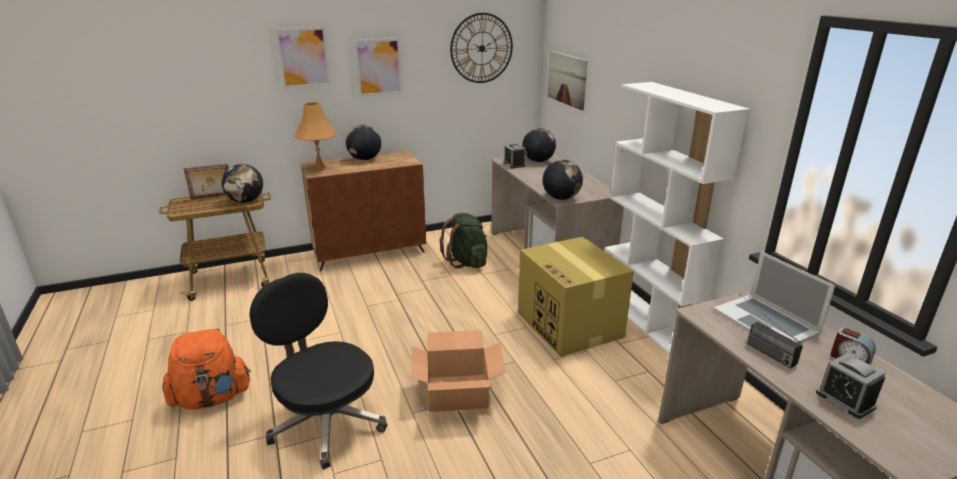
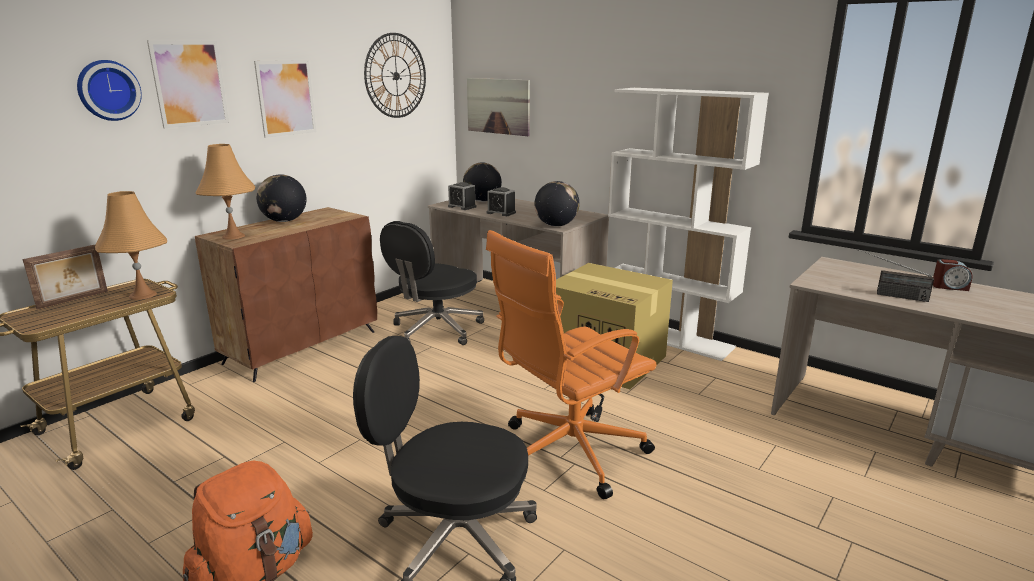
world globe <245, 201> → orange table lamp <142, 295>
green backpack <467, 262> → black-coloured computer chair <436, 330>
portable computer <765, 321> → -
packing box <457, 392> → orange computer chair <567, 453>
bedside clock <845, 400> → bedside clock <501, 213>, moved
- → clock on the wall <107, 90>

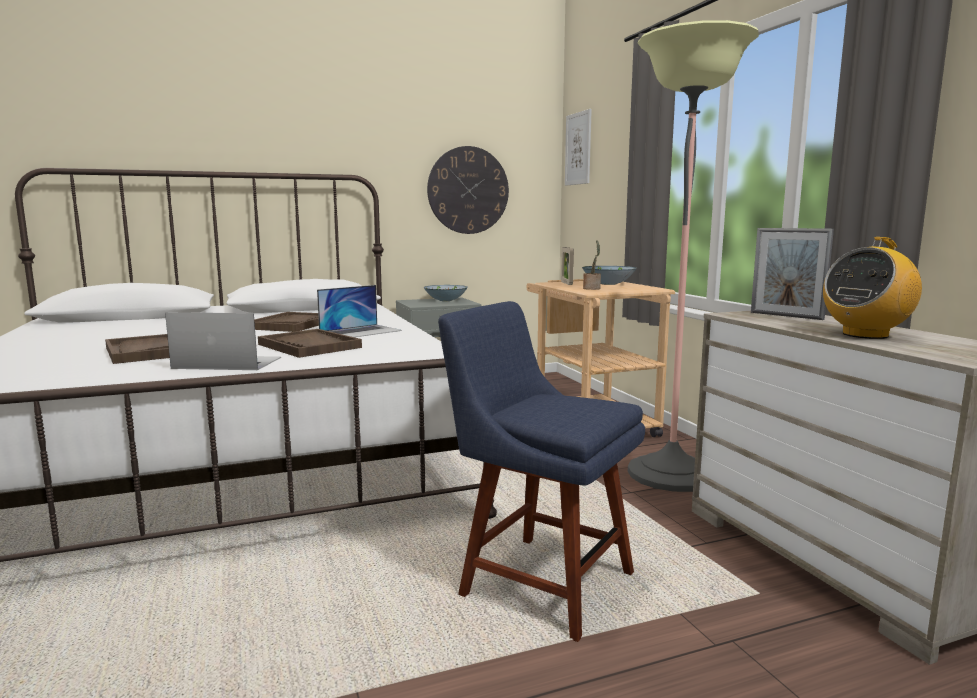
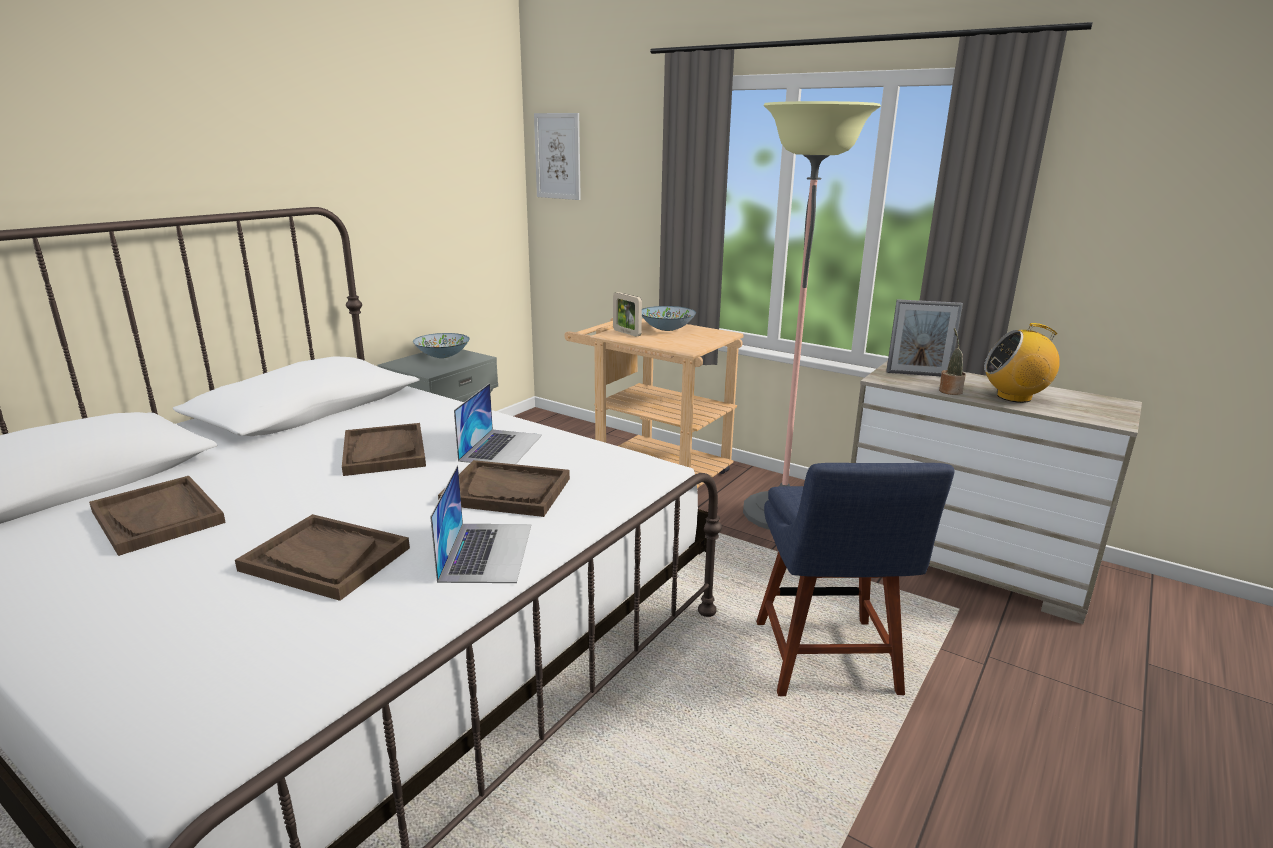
clock on the wall <468, 190> → -
radio set <865, 335> → radio set <1014, 397>, 75 degrees clockwise
potted plant <592, 288> → potted plant <949, 391>, moved
bluish plain chair <540, 581> → bluish plain chair <827, 662>, 90 degrees counterclockwise
portable computer <227, 363> → portable computer <486, 551>, 120 degrees clockwise
- → brown serving tray <158, 517>

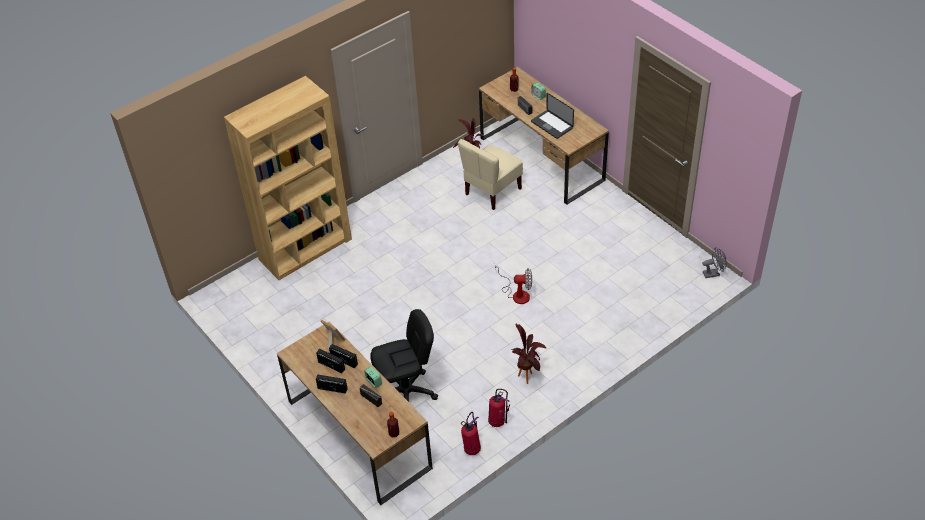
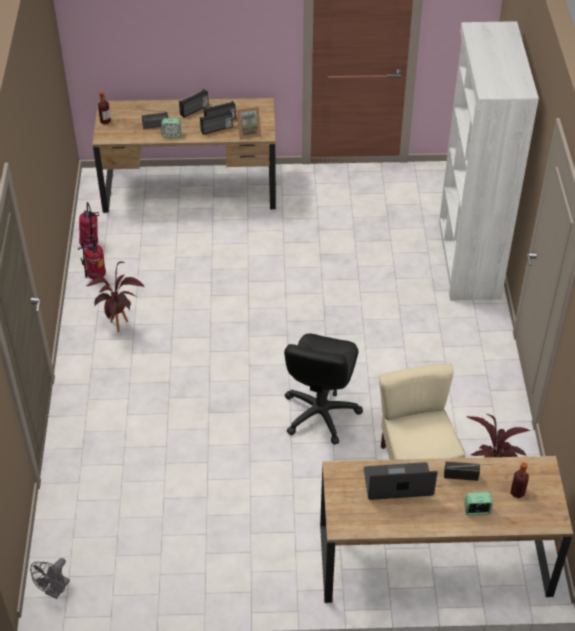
brown bookshelf <306, 249> → white bookshelf <468, 259>
cooling fan <517, 293> → -
black-coloured computer chair <406, 393> → black-coloured computer chair <320, 413>, moved

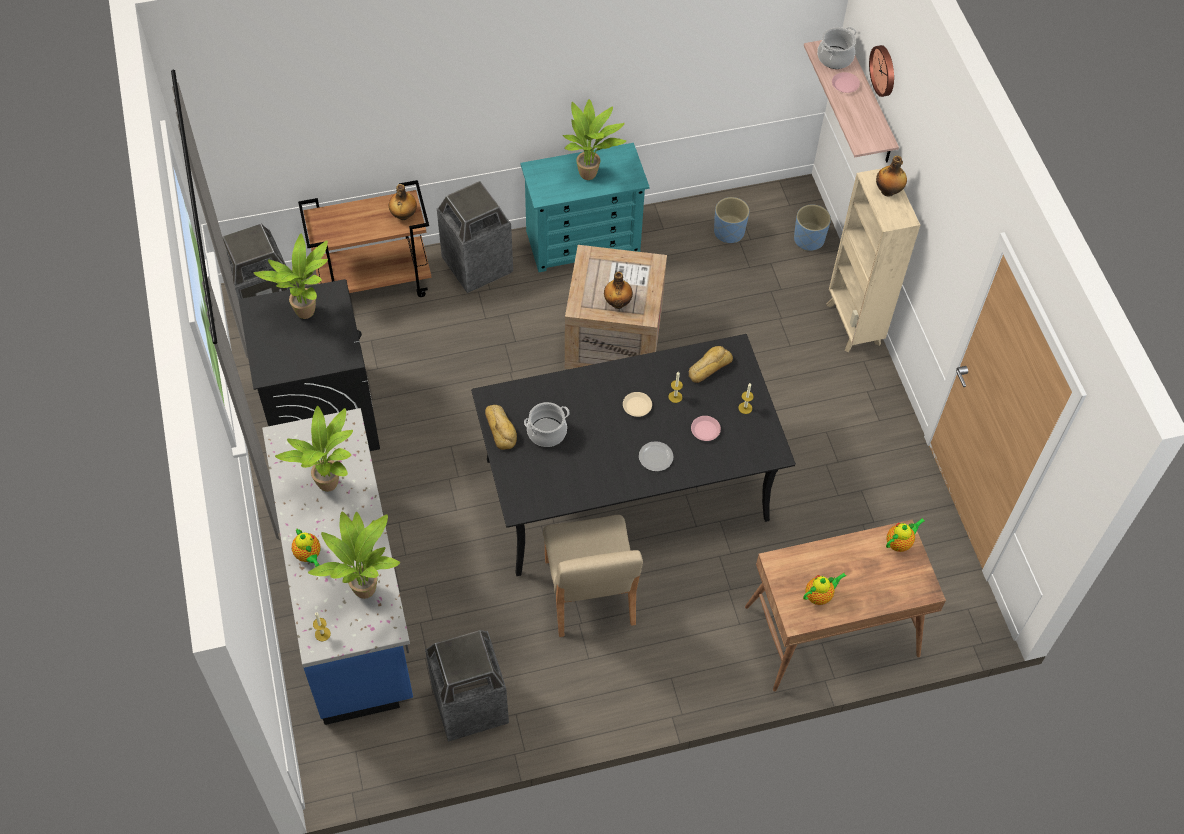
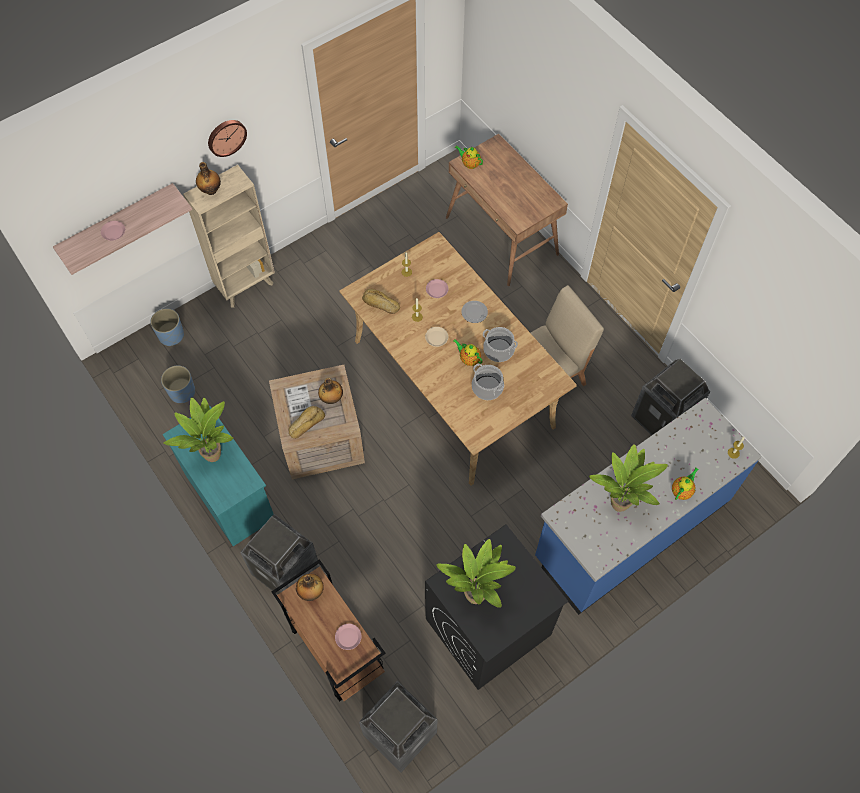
saucepot <835, 58> → saucepot <499, 350>, moved
clock on the wall <884, 70> → clock on the wall <226, 137>, moved
black-coloured kitchen table <626, 488> → beige kitchen table <452, 383>
bakery bread <501, 429> → bakery bread <306, 423>, moved
potted plant <364, 587> → -
teapot <820, 595> → teapot <468, 359>, moved
- → pink plate <348, 637>

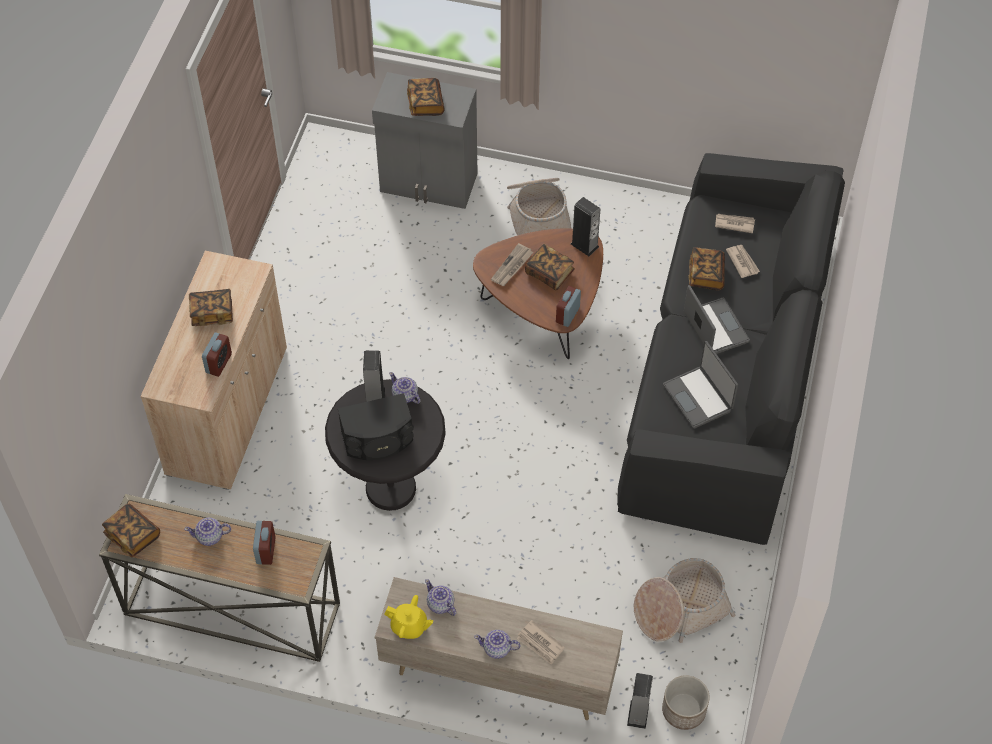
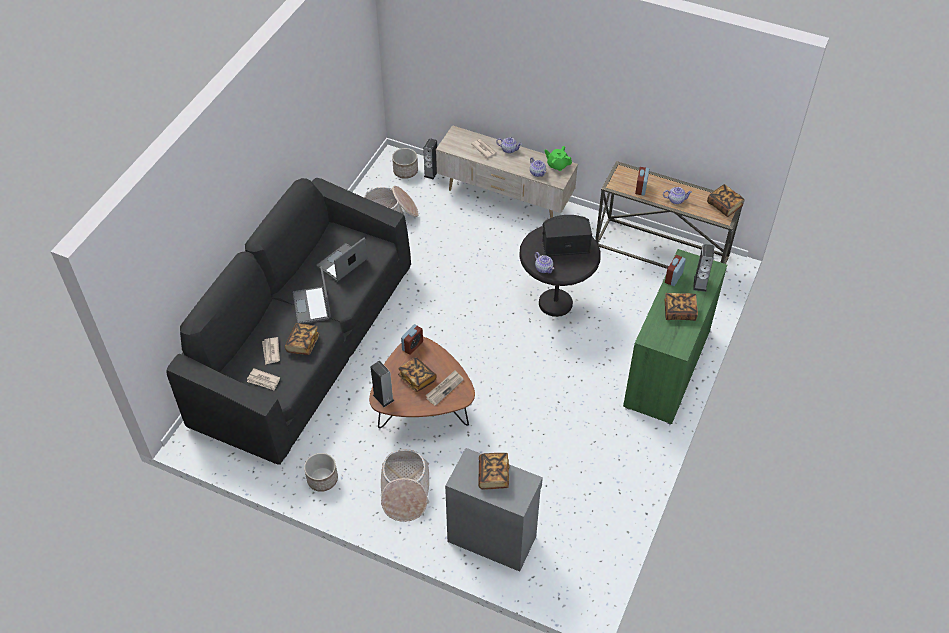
beige storage cabinet <228, 411> → green storage cabinet <667, 368>
portable computer <698, 397> → portable computer <342, 264>, 120 degrees counterclockwise
speaker <375, 398> → speaker <700, 283>, moved
yellow teapot <409, 626> → green teapot <557, 165>
- → planter <322, 479>

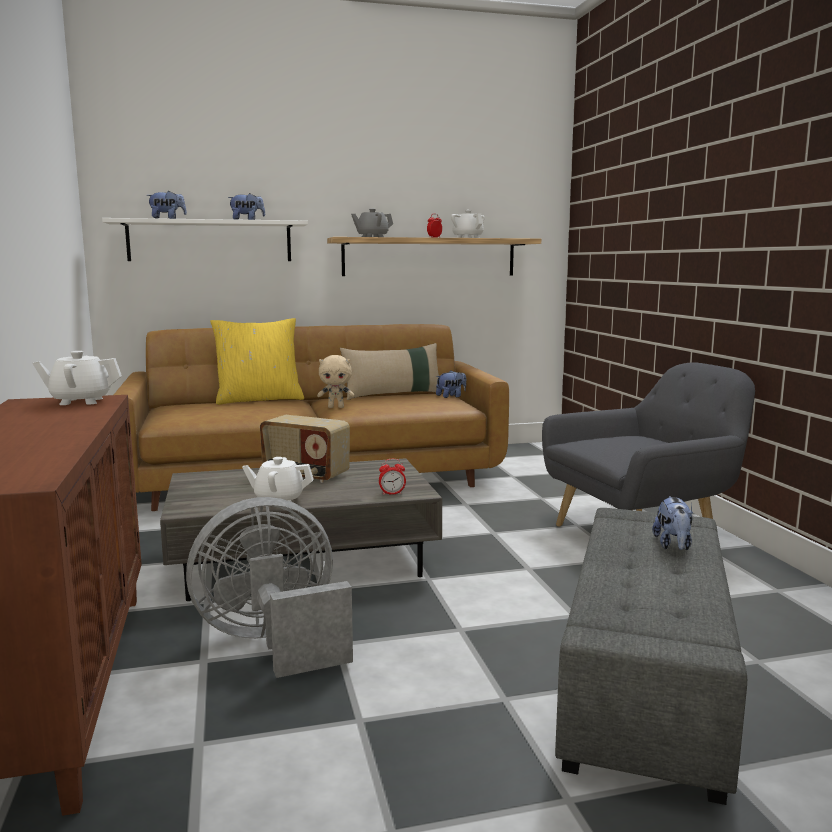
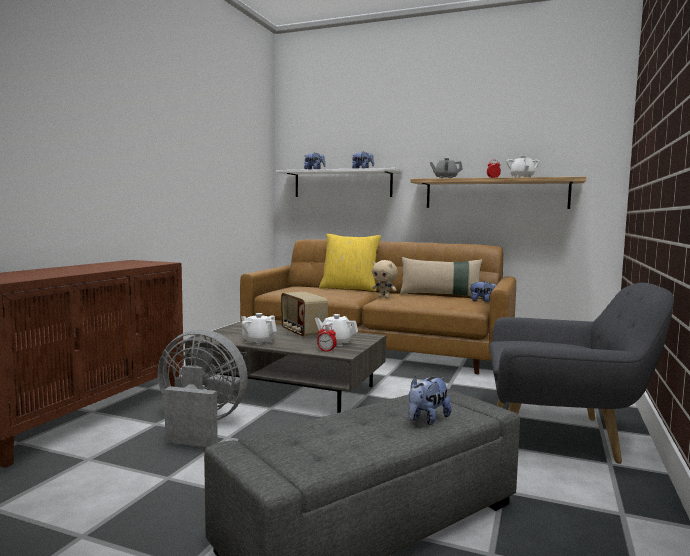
white teapot <80, 401> → white teapot <336, 343>, moved

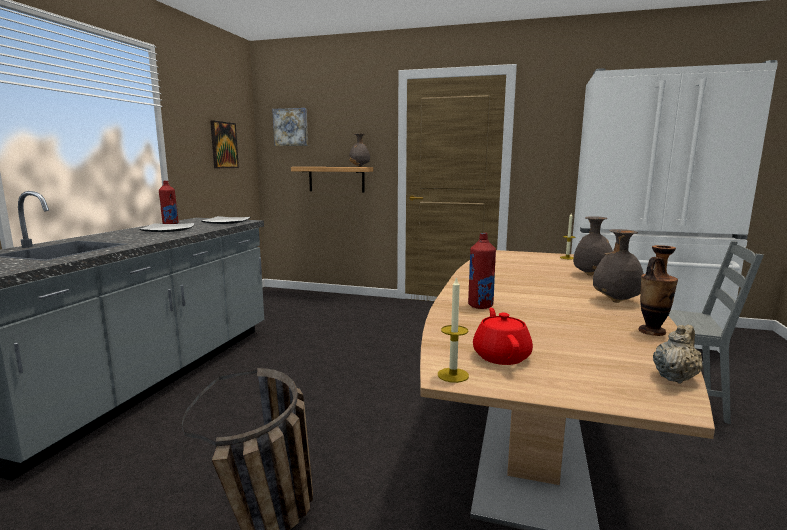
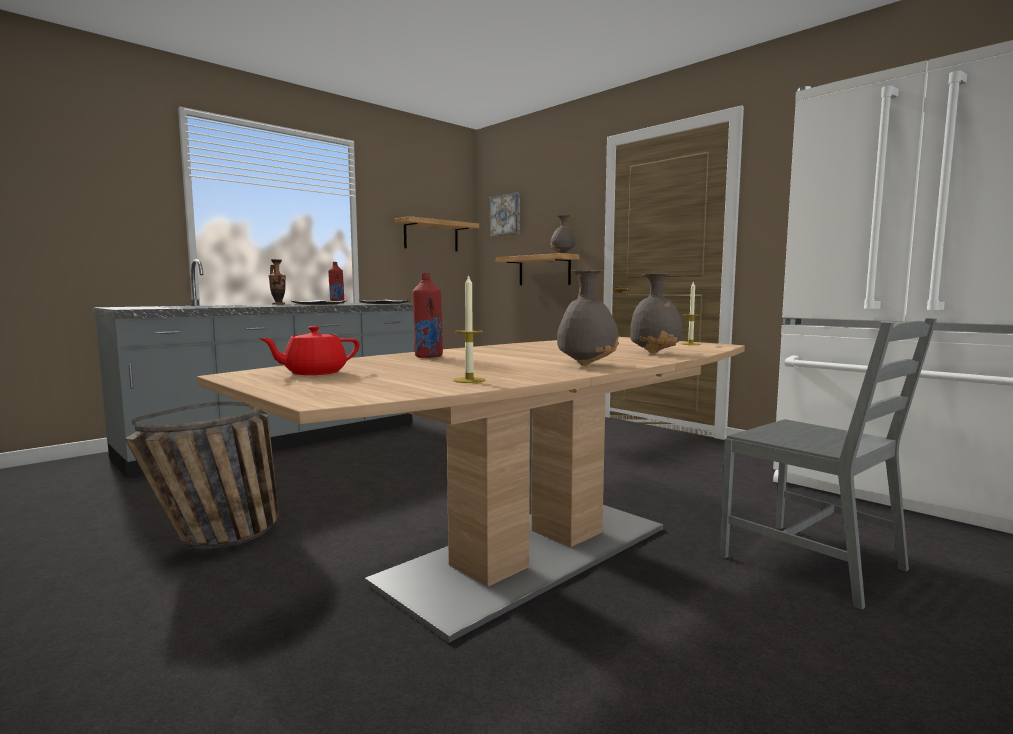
picture <223, 145> → bracket shelf <431, 236>
flower vase <652, 331> → flower vase <278, 304>, moved
candle <453, 375> → candle <469, 380>, moved
red-coloured teapot <501, 356> → red-coloured teapot <314, 373>, 150 degrees counterclockwise
beige teapot <675, 377> → -

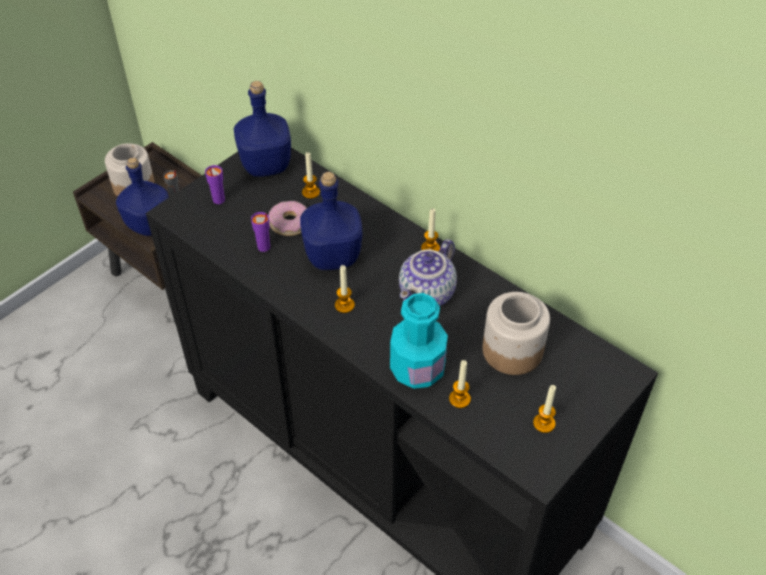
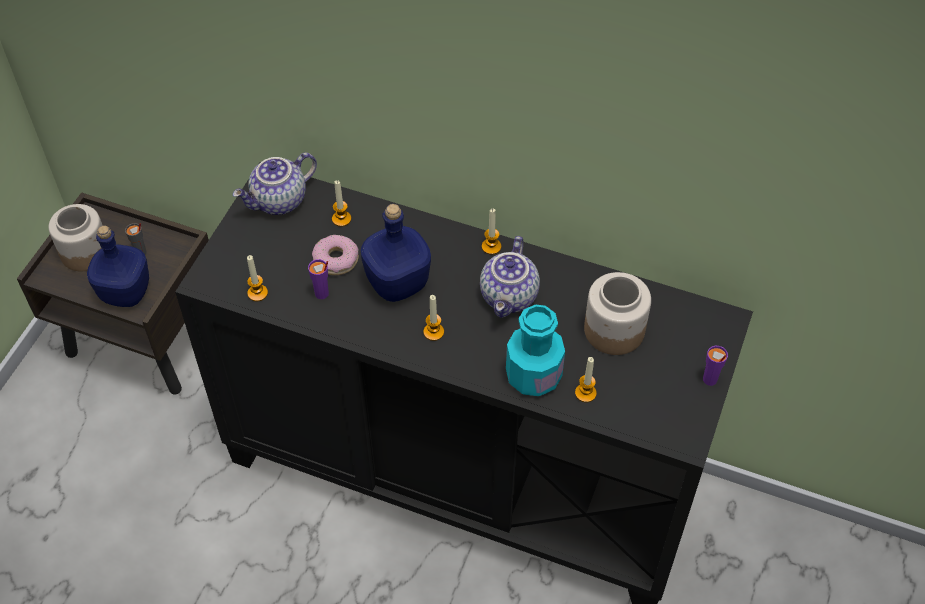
bluish drink bottle <266, 166> → teapot <279, 202>
purplish drinking cup <218, 200> → purplish drinking cup <709, 380>, moved
candle <544, 423> → candle <257, 293>, moved

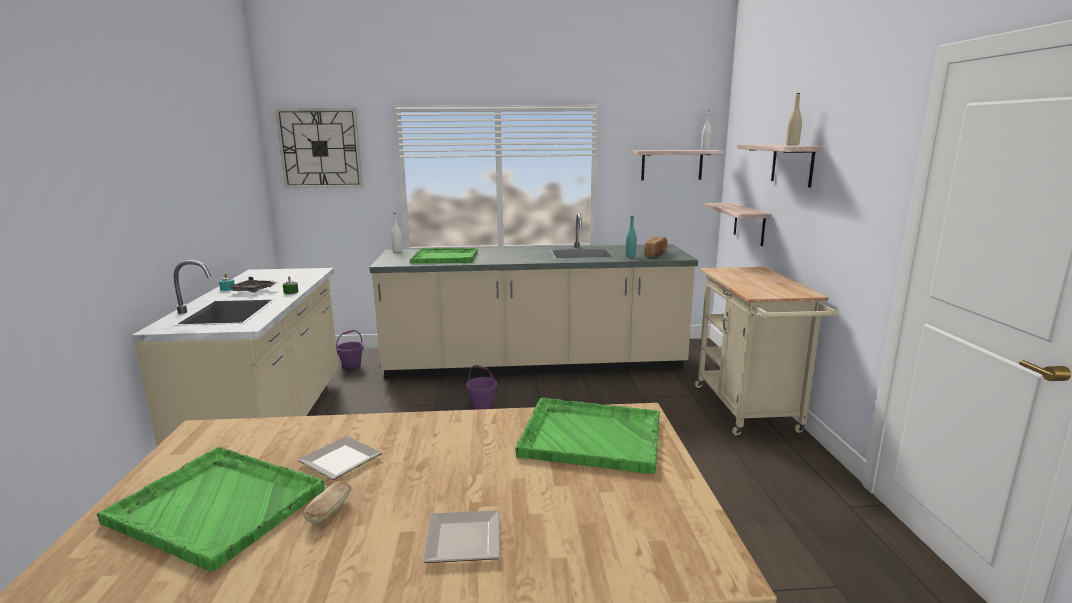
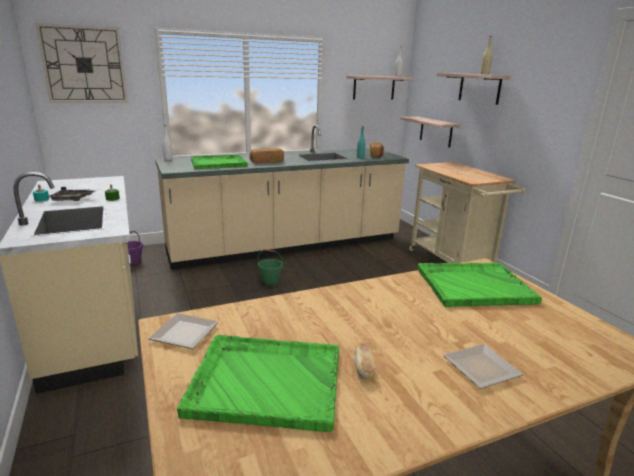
purplish pail <482, 407> → green pail <270, 282>
plate <341, 459> → plate <184, 332>, moved
- → bakery bread <266, 162>

